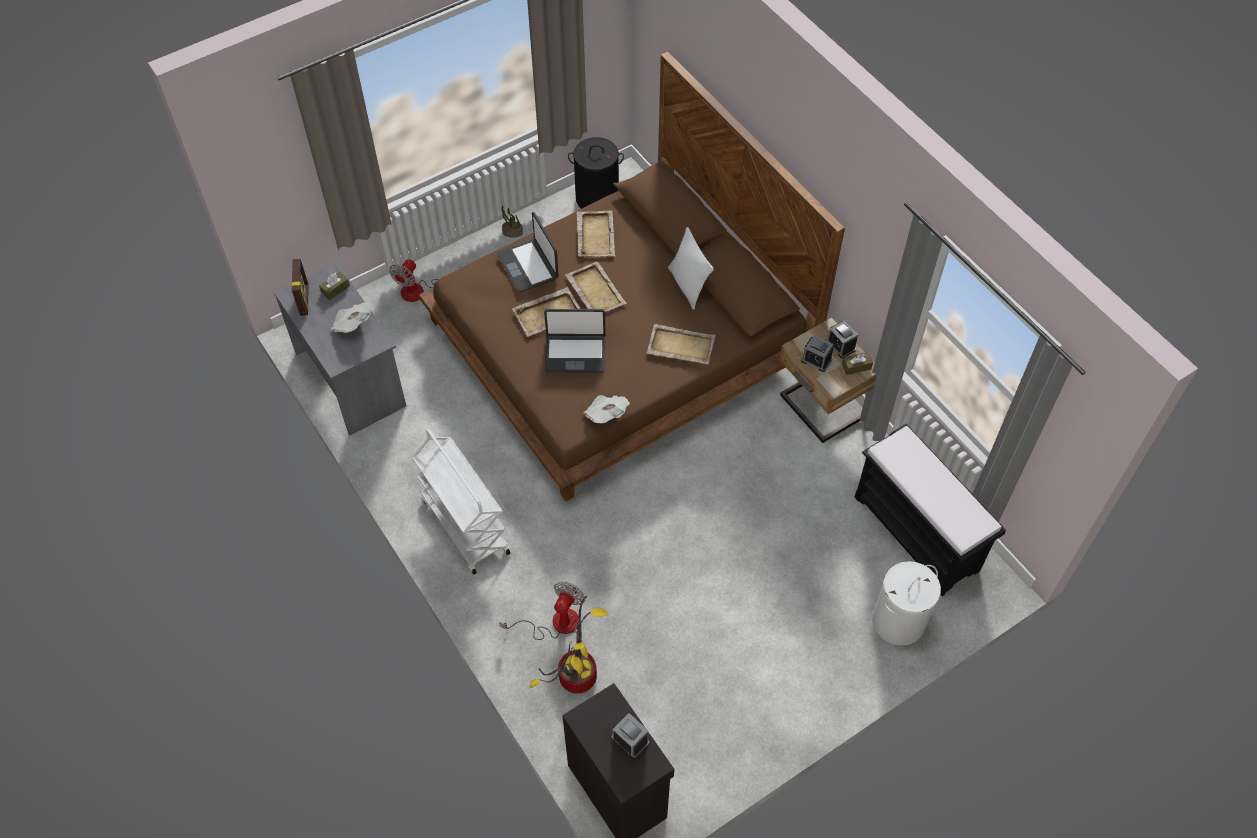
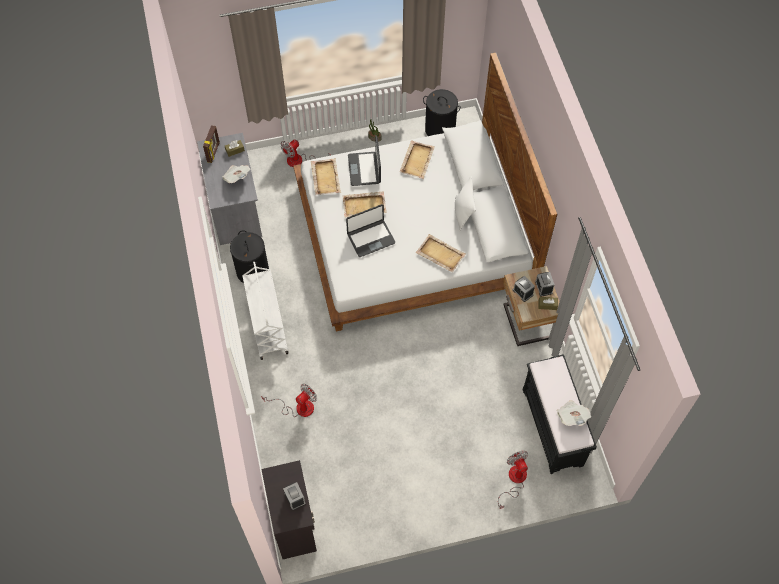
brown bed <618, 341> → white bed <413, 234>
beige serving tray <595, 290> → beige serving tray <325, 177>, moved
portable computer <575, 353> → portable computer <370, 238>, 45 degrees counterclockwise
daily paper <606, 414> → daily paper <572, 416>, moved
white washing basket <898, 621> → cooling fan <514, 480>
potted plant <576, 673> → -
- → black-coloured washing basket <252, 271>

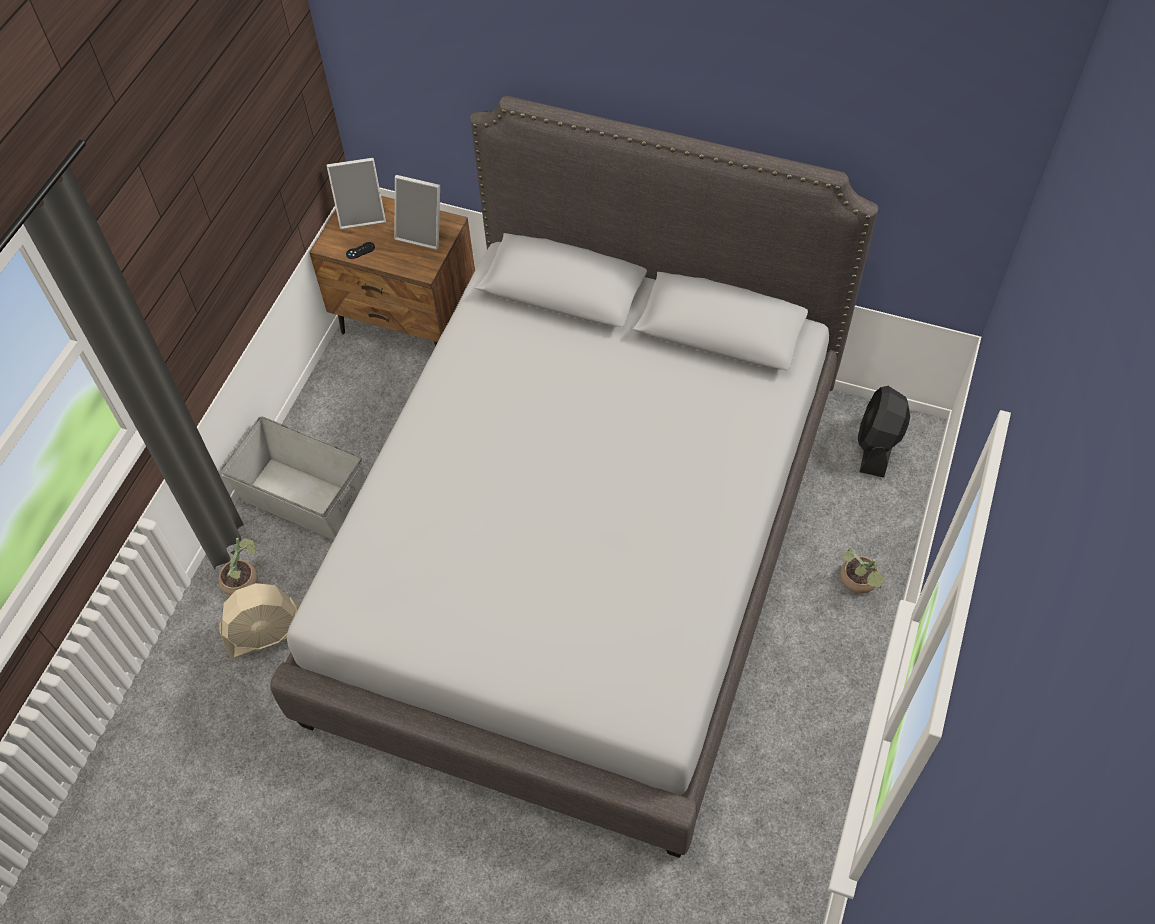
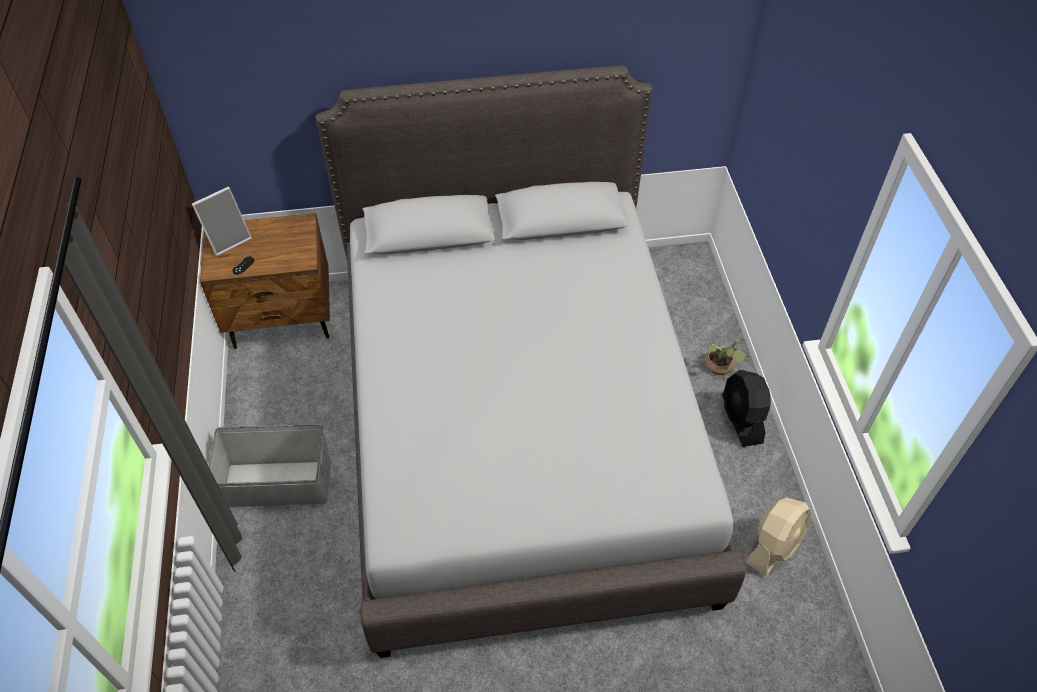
photo frame <423, 233> → -
black-coloured cooling fan <877, 445> → black-coloured cooling fan <741, 419>, moved
potted plant <244, 579> → -
beige cooling fan <268, 634> → beige cooling fan <774, 545>, moved

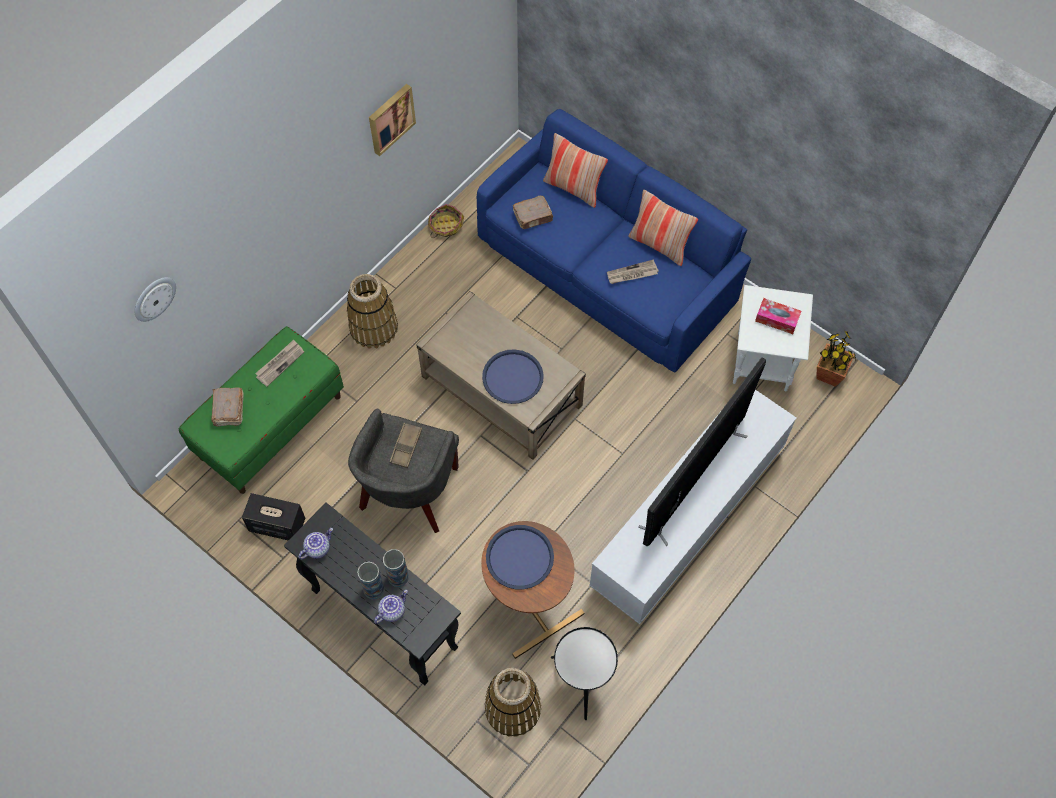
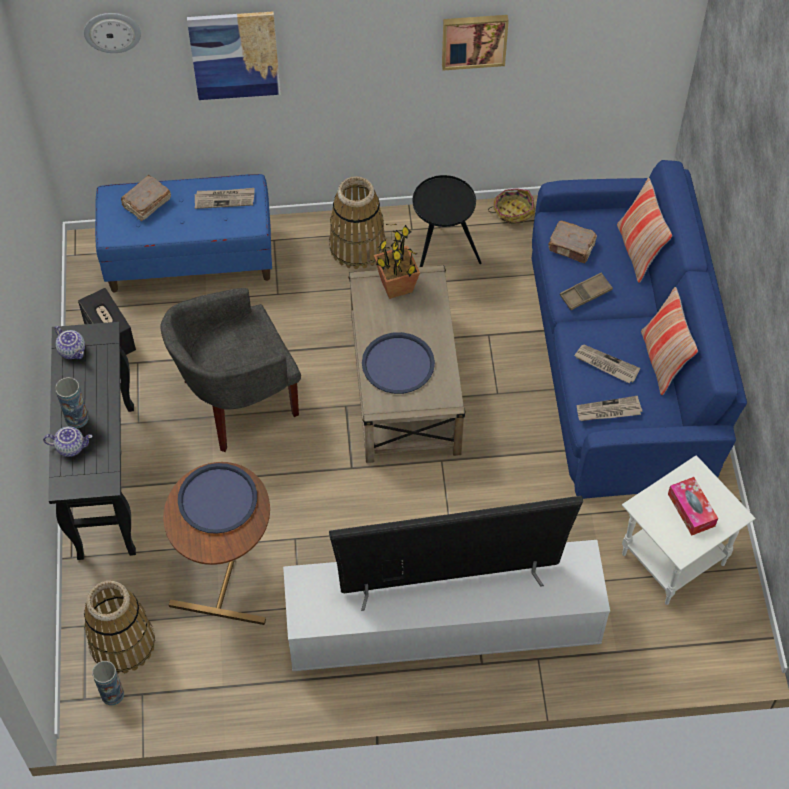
green bench <271, 426> → bluish bench <190, 258>
potted plant <829, 375> → potted plant <396, 286>, moved
brown serving tray <406, 447> → brown serving tray <585, 294>, moved
teapot <317, 548> → teapot <73, 350>, 45 degrees clockwise
flower vase <398, 577> → flower vase <112, 694>, moved
black-coloured accent table <582, 682> → black-coloured accent table <441, 256>, moved
- → picture <234, 55>
- → daily paper <608, 411>

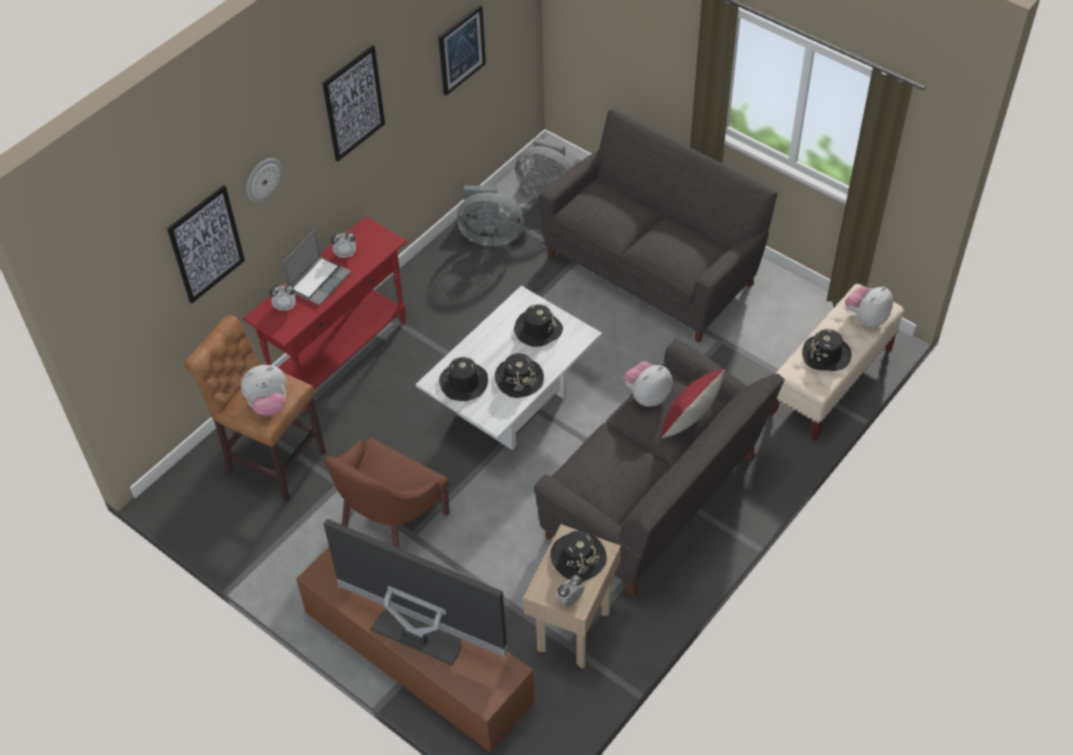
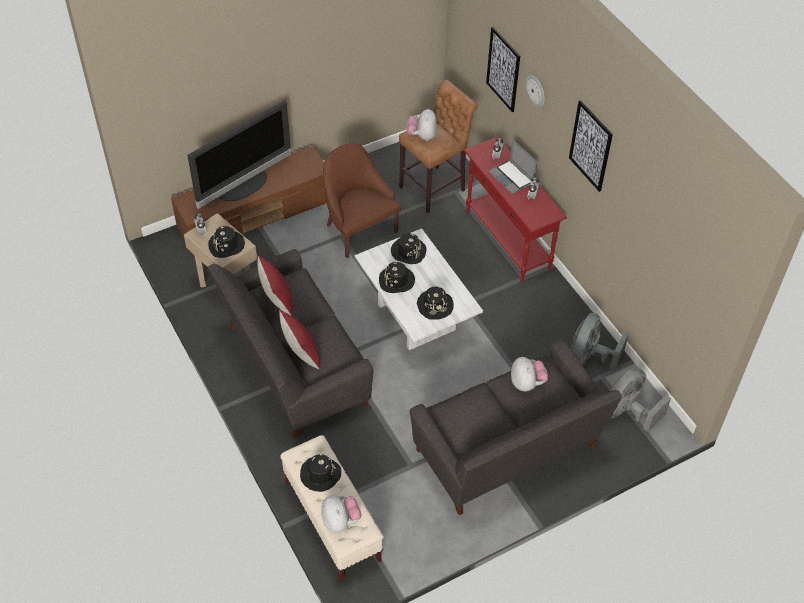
picture <461, 49> → -
plush toy <647, 396> → plush toy <527, 383>, moved
- → red-coloured throw pillow <277, 301>

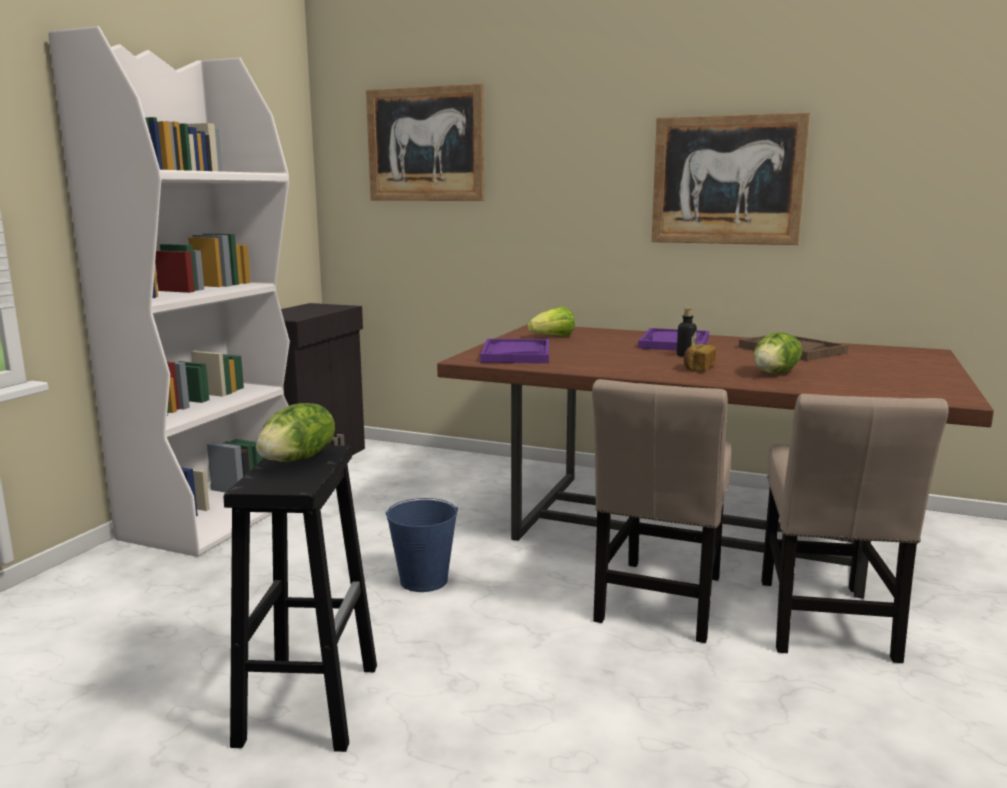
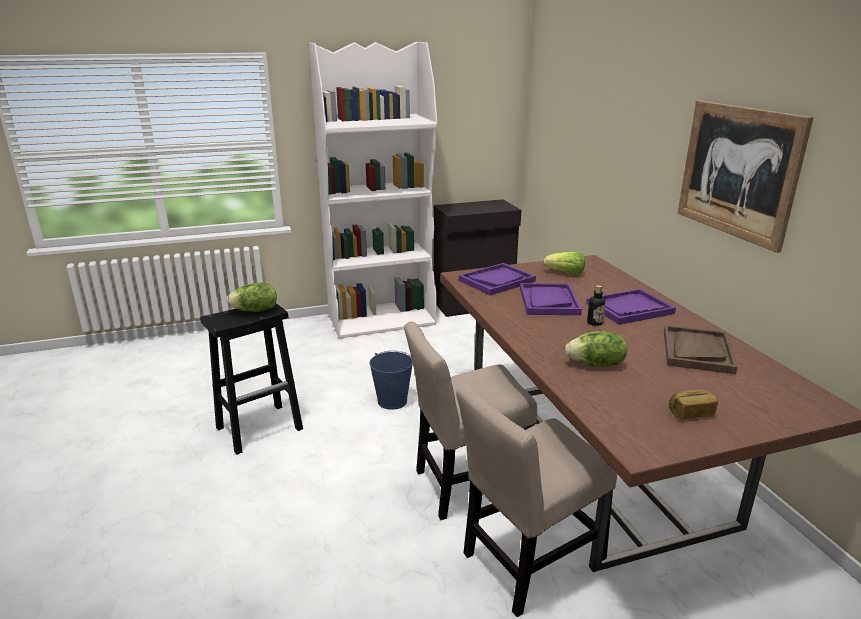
picture <425, 144> → -
bakery bread <698, 368> → bakery bread <690, 413>, moved
- → purplish serving tray <548, 301>

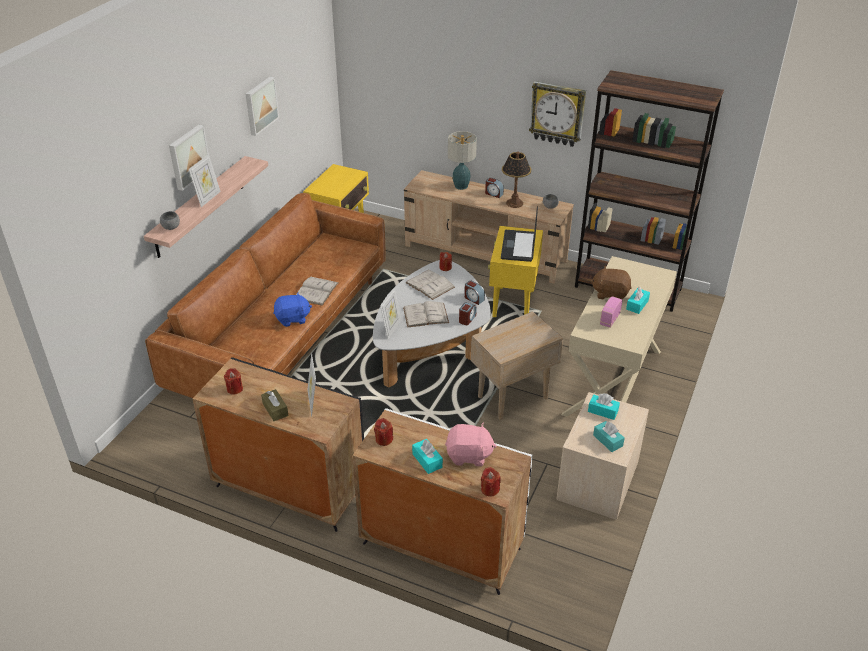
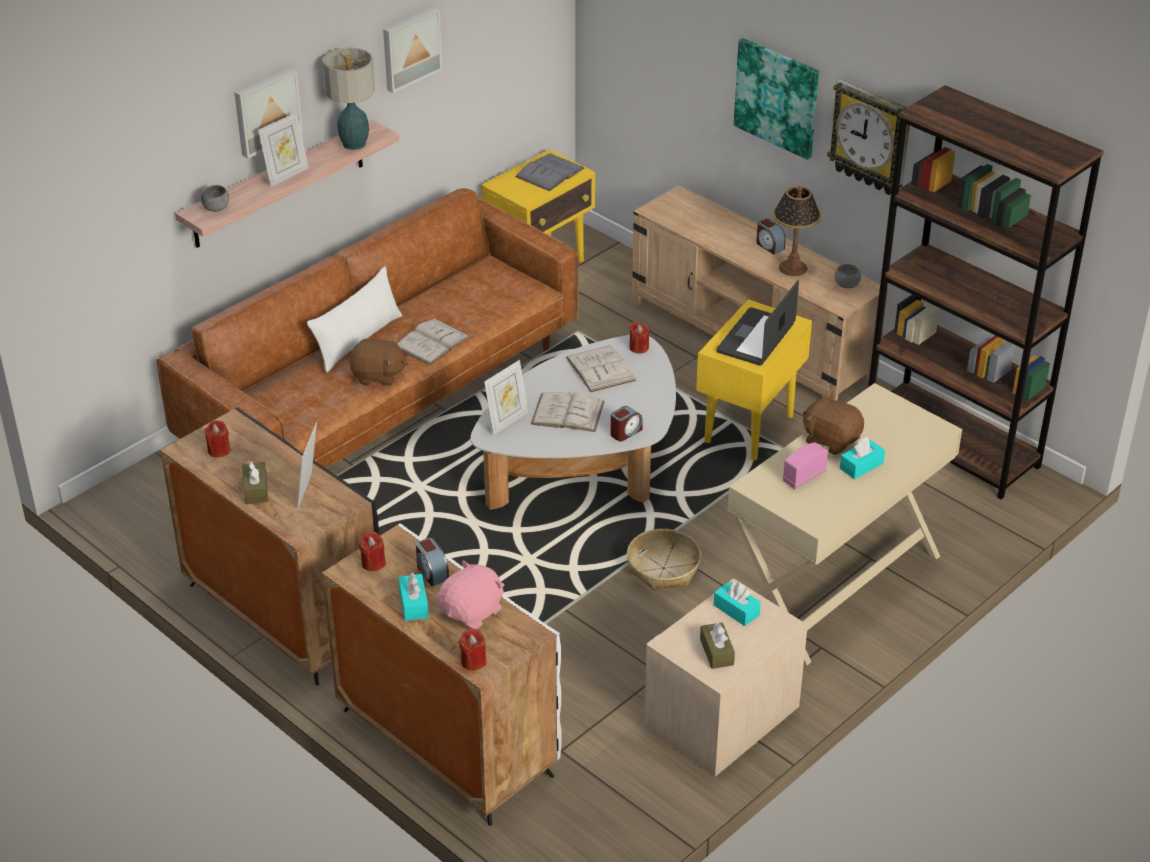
table lamp <461, 186> → table lamp <354, 143>, moved
bedside clock <474, 299> → bedside clock <432, 572>, moved
bluish plush toy <292, 319> → brown plush toy <378, 376>
beige accent table <512, 398> → basket <663, 568>
blue-green tissue holder <607, 440> → brown tissue holder <716, 652>
pink plush toy <469, 455> → pink plush toy <472, 612>, 75 degrees counterclockwise
- → picture <777, 97>
- → gray bound book <550, 172>
- → white throw pillow <358, 340>

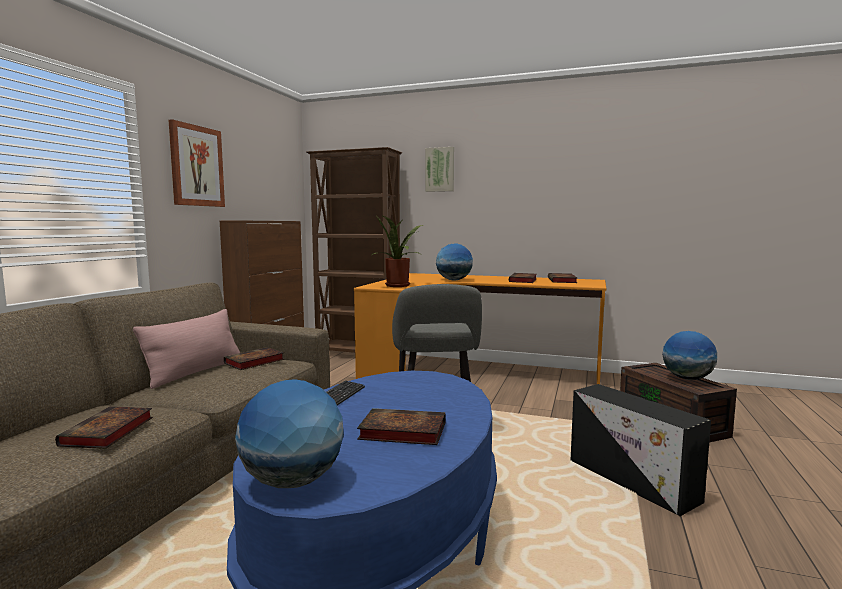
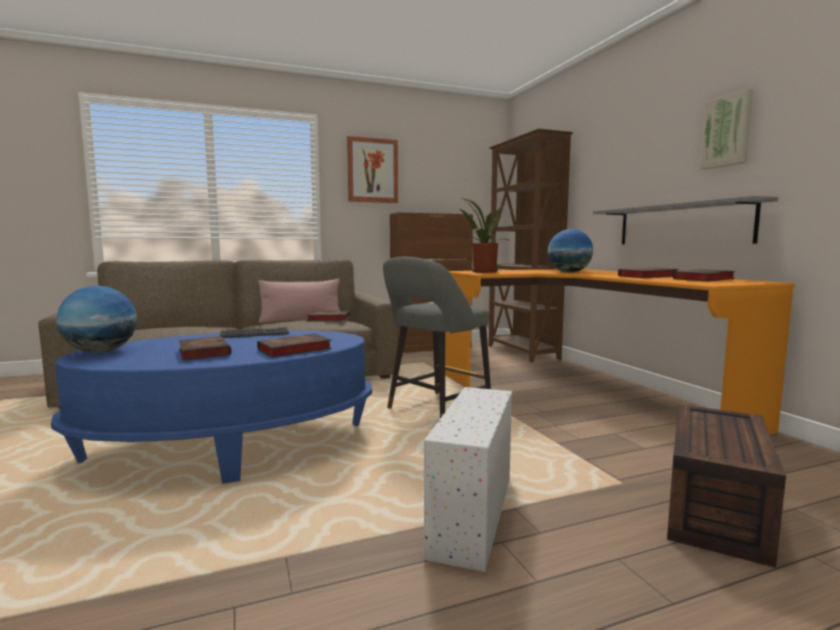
picture <440, 169> → picture <727, 131>, moved
world globe <687, 378> → -
black-coloured storage bin <633, 481> → white storage bin <472, 516>
bound book <107, 432> → bound book <293, 350>, moved
- → gray bracket shelf <681, 224>

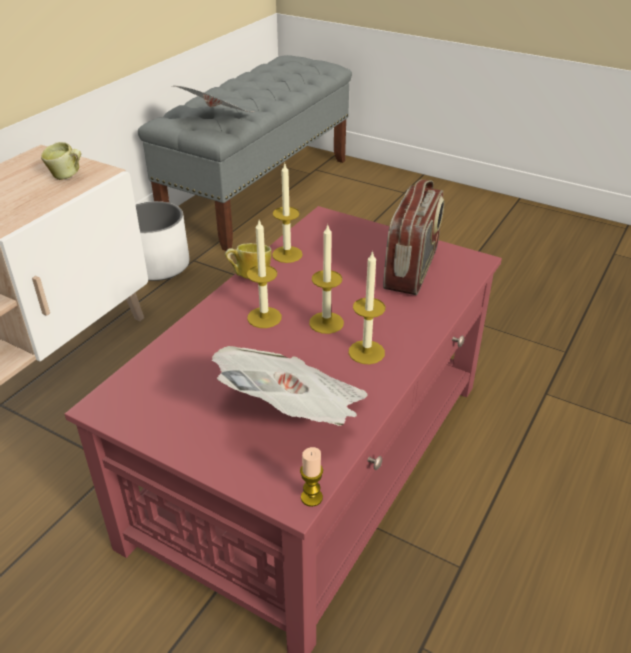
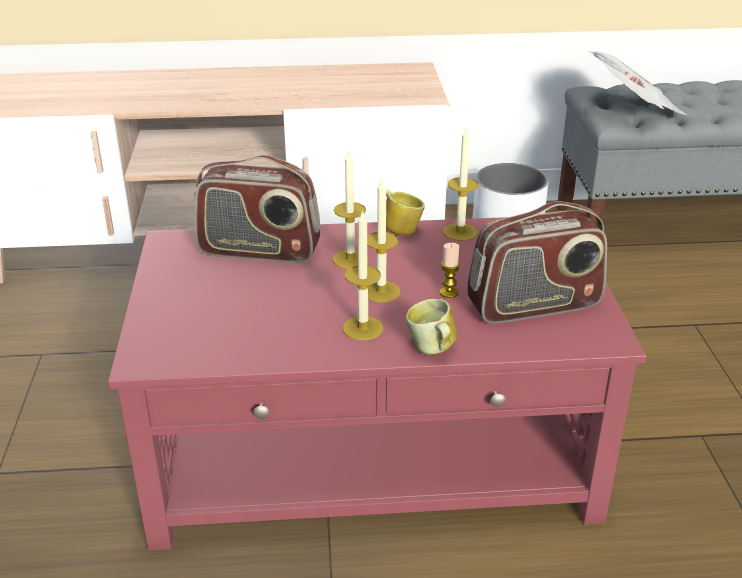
coffee mug <67, 177> → coffee mug <432, 350>, moved
daily paper <295, 413> → -
candle <311, 497> → candle <448, 293>, moved
- → radio set <259, 251>

